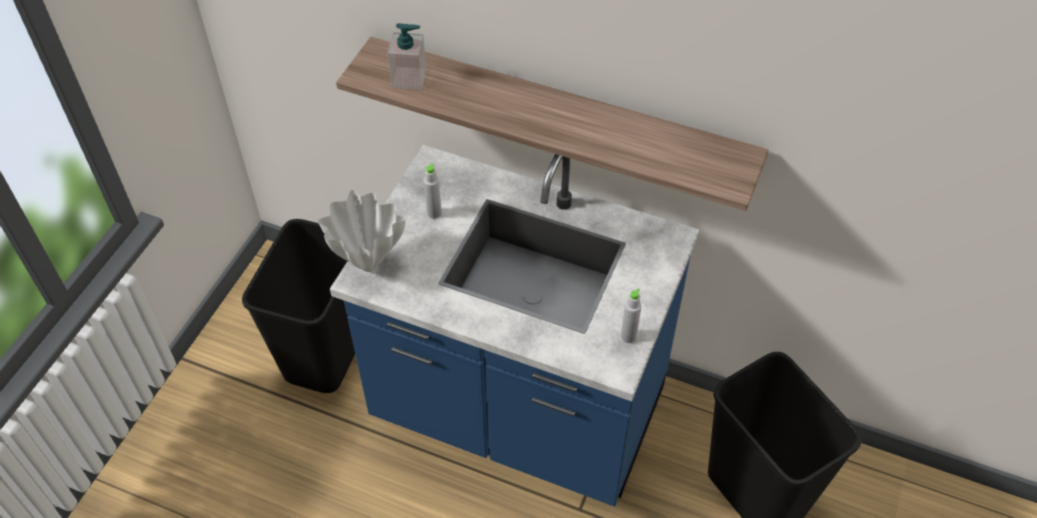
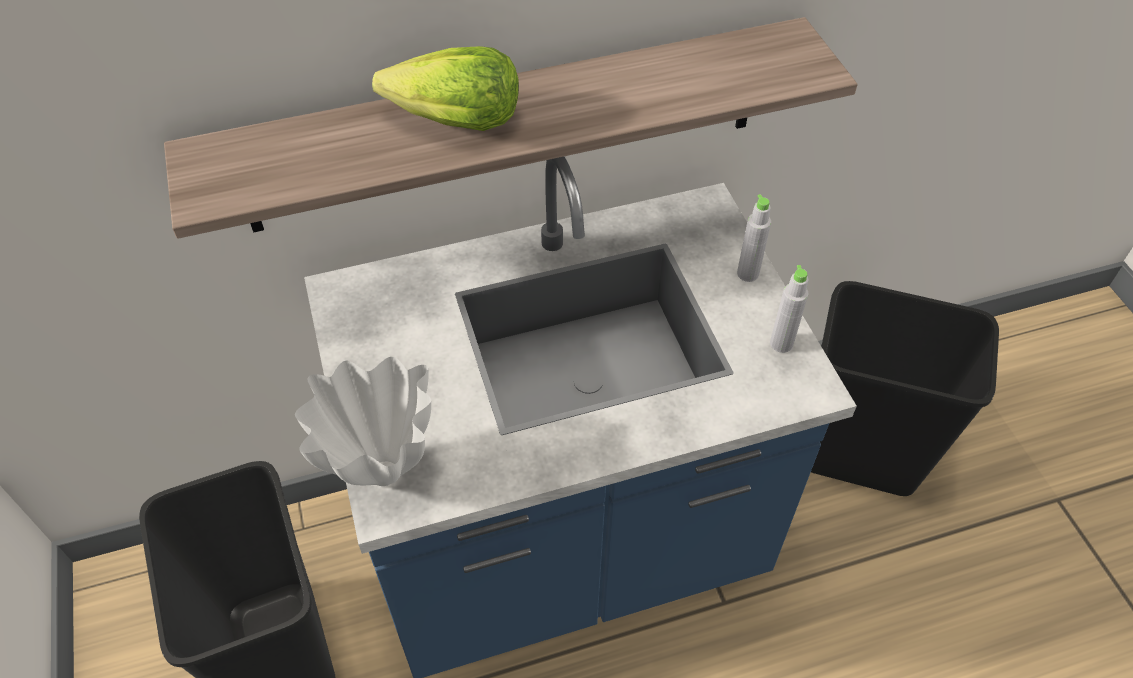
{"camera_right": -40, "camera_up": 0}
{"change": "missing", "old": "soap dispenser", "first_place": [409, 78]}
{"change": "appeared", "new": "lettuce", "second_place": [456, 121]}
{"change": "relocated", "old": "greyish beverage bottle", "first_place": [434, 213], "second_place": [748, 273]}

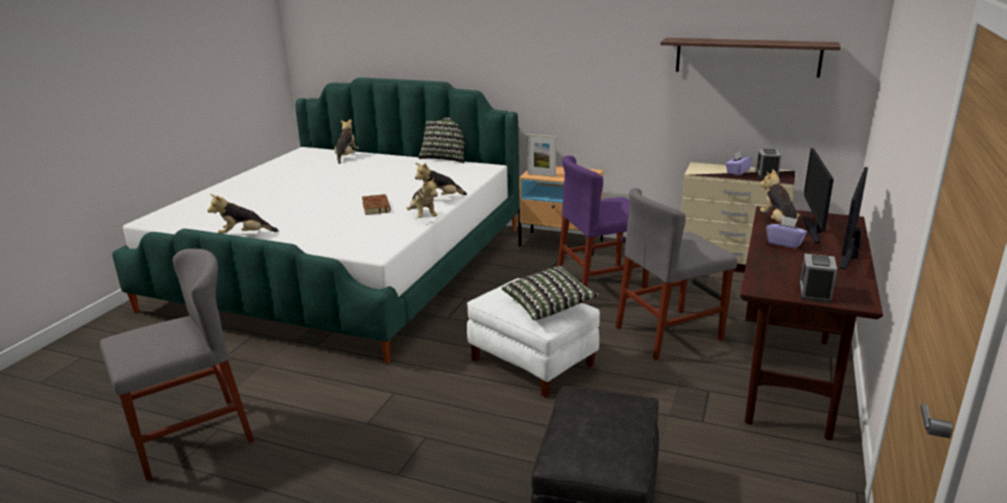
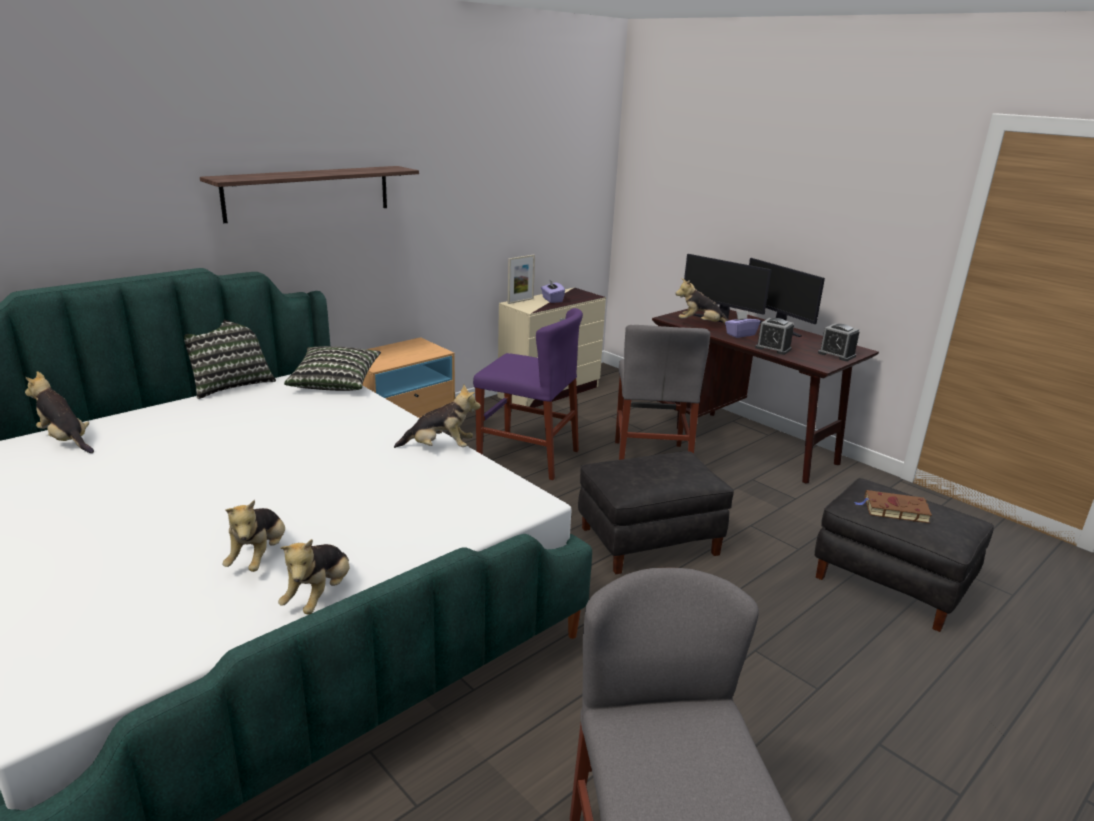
{"camera_right": -65, "camera_up": 0}
{"change": "relocated", "old": "brown-coloured volume", "first_place": [375, 207], "second_place": [893, 510]}
{"change": "relocated", "old": "plush toy", "first_place": [440, 199], "second_place": [259, 557]}
{"change": "relocated", "old": "cushion", "first_place": [548, 305], "second_place": [335, 382]}
{"change": "relocated", "old": "standing frame", "first_place": [541, 175], "second_place": [520, 301]}
{"change": "relocated", "old": "bracket shelf", "first_place": [747, 57], "second_place": [308, 193]}
{"change": "relocated", "old": "bedside clock", "first_place": [766, 174], "second_place": [773, 348]}
{"change": "colour", "old": "whitish pouffe", "new": "black-coloured pouffe", "first_place": [533, 362], "second_place": [649, 540]}
{"change": "spun", "old": "purple plain chair", "first_place": [601, 286], "second_place": [528, 456], "degrees": -75}

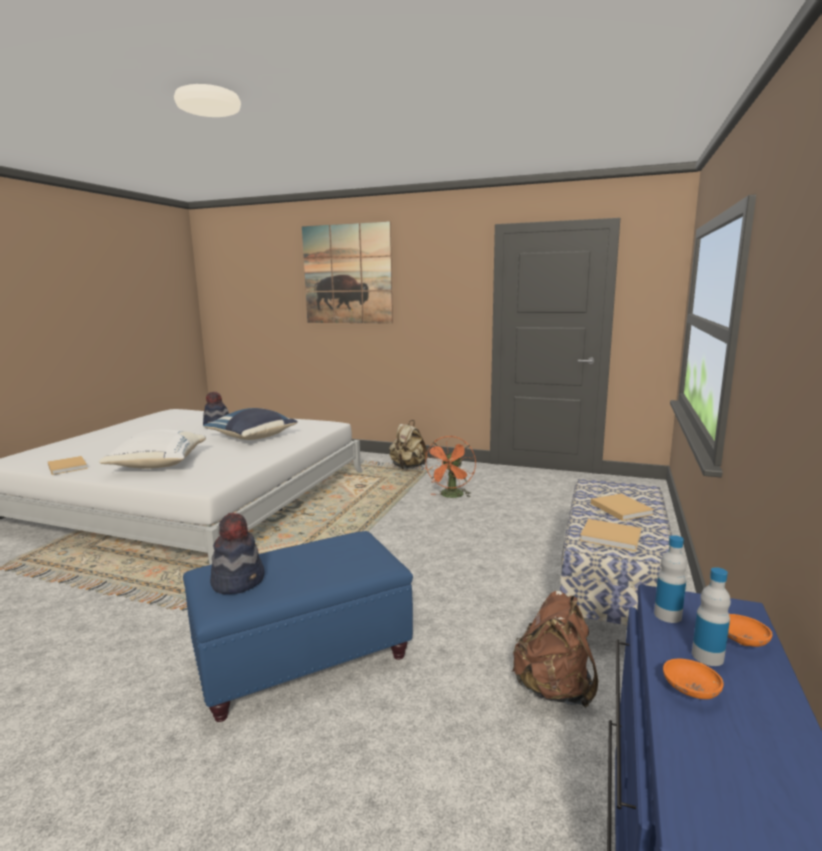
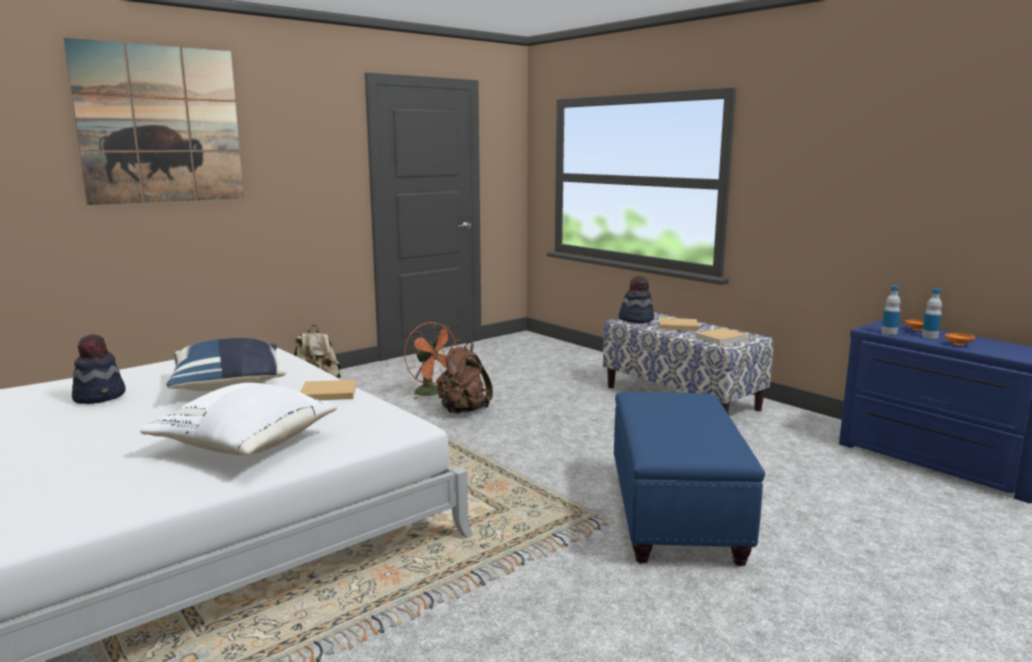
{"camera_right": -60, "camera_up": 0}
{"change": "relocated", "old": "beige volume", "first_place": [67, 466], "second_place": [326, 393]}
{"change": "relocated", "old": "hat", "first_place": [238, 581], "second_place": [636, 319]}
{"change": "relocated", "old": "brown-coloured backpack", "first_place": [554, 689], "second_place": [463, 411]}

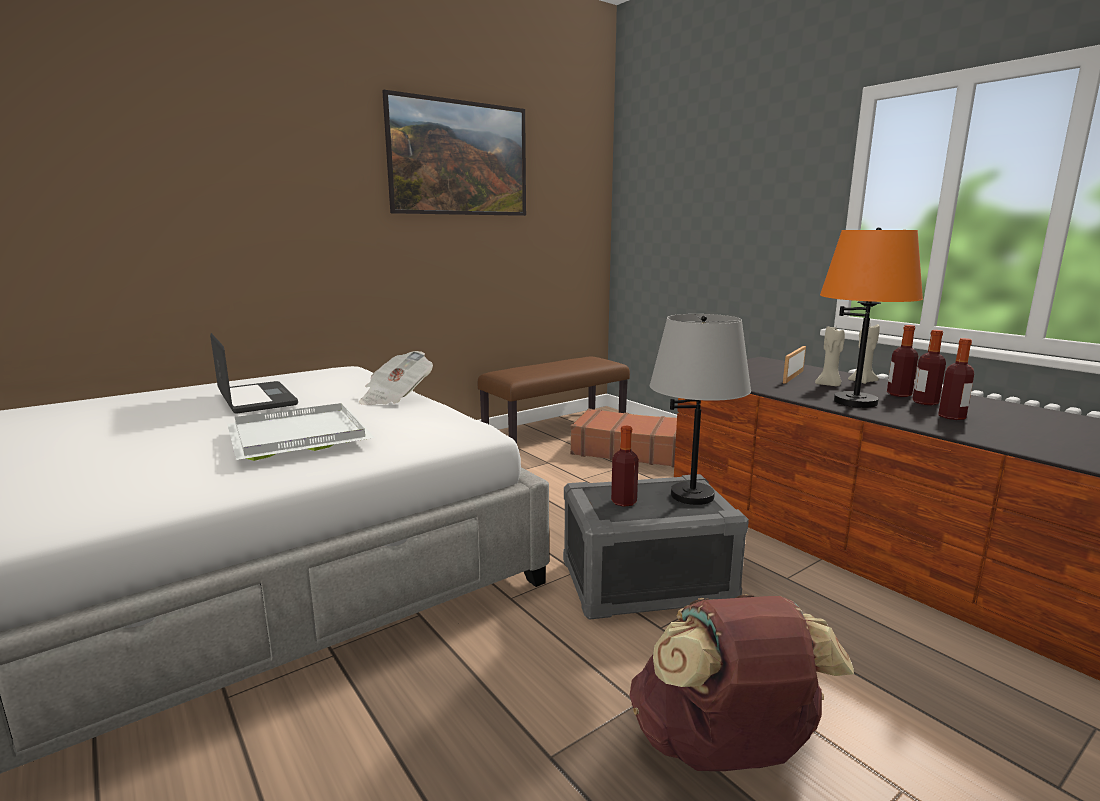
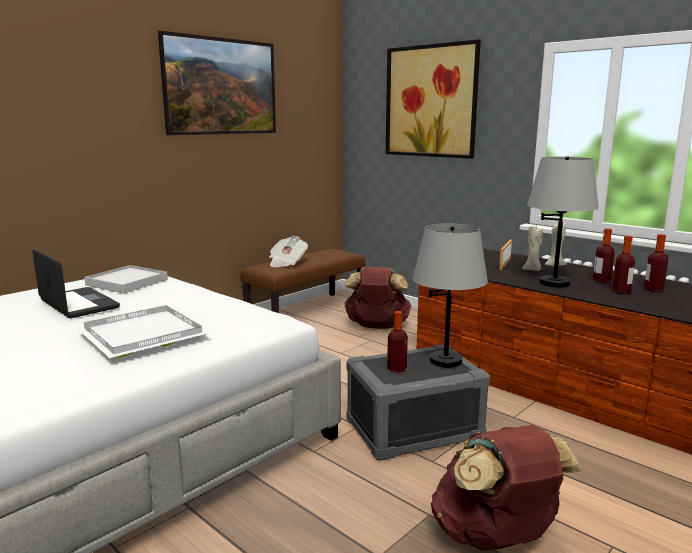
{"camera_right": -10, "camera_up": 0}
{"change": "appeared", "new": "whitish carrying tray", "second_place": [127, 282]}
{"change": "appeared", "new": "wall art", "second_place": [431, 101]}
{"change": "relocated", "old": "newspaper", "first_place": [396, 398], "second_place": [287, 263]}
{"change": "relocated", "old": "beverage bottle", "first_place": [899, 394], "second_place": [653, 289]}
{"change": "exchanged", "old": "brown-coloured travel case", "new": "brown-coloured backpack", "first_place": [634, 451], "second_place": [376, 327]}
{"change": "colour", "old": "orange lamp for a table", "new": "greyish lamp for a table", "first_place": [856, 402], "second_place": [555, 283]}

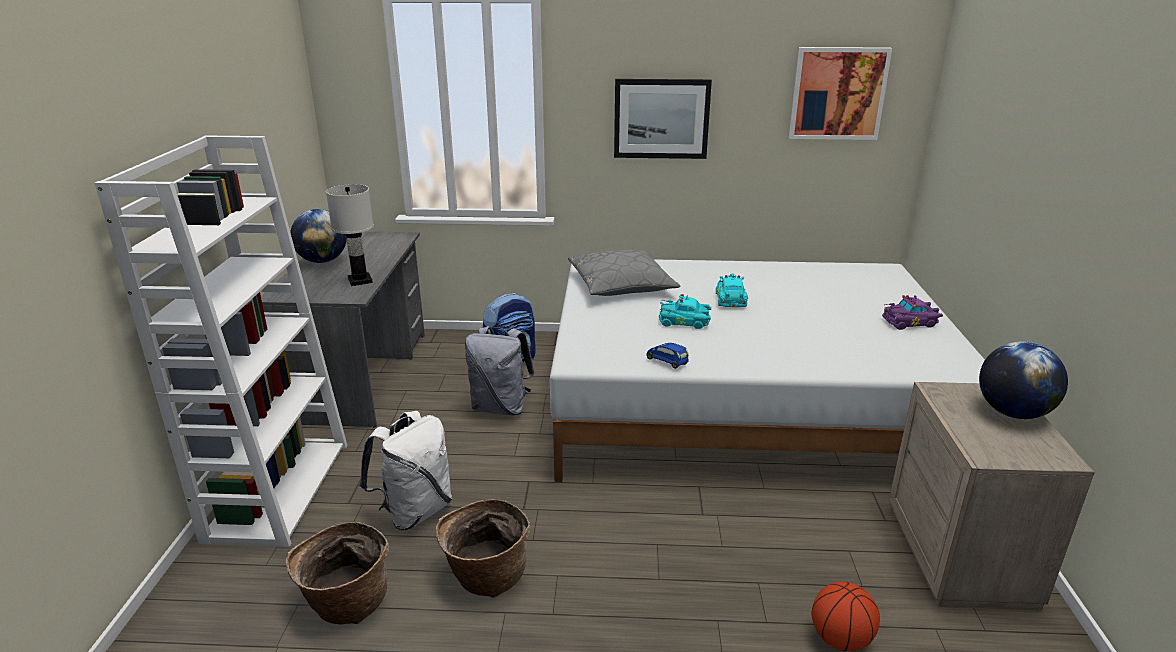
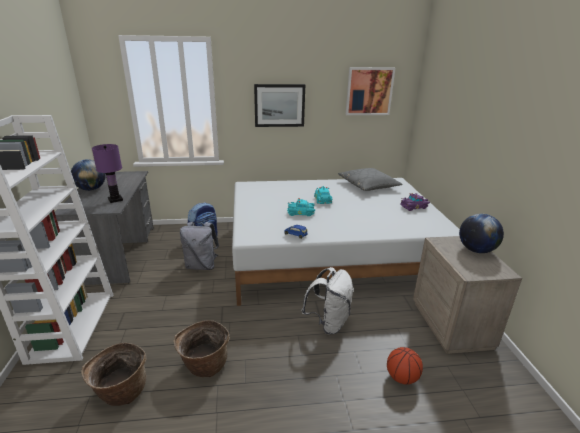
{"camera_right": -10, "camera_up": 0}
{"change": "relocated", "old": "whitish backpack", "first_place": [414, 511], "second_place": [328, 323]}
{"change": "relocated", "old": "greyish cushion", "first_place": [621, 285], "second_place": [368, 185]}
{"change": "colour", "old": "whitish lamp for a table", "new": "purple lamp for a table", "first_place": [359, 280], "second_place": [115, 199]}

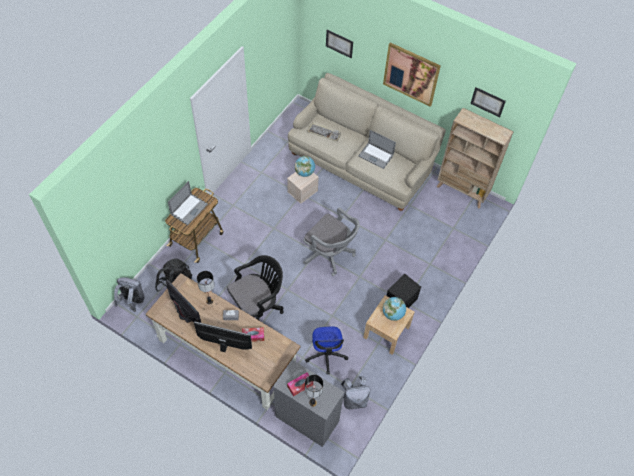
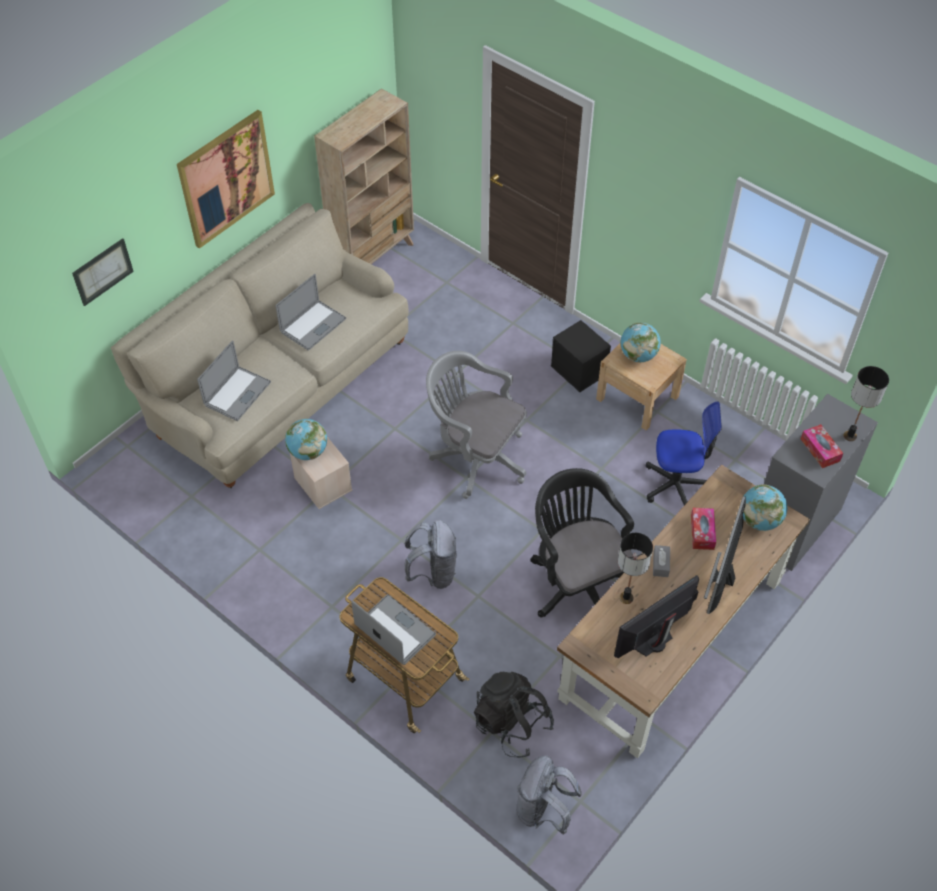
{"camera_right": -80, "camera_up": -5}
{"change": "missing", "old": "wall art", "first_place": [488, 101]}
{"change": "appeared", "new": "world globe", "second_place": [759, 520]}
{"change": "relocated", "old": "greyish backpack", "first_place": [354, 399], "second_place": [433, 573]}
{"change": "exchanged", "old": "computer keyboard", "new": "notebook computer", "first_place": [324, 132], "second_place": [237, 393]}
{"change": "spun", "old": "greyish office chair", "first_place": [330, 254], "second_place": [475, 456], "degrees": -105}

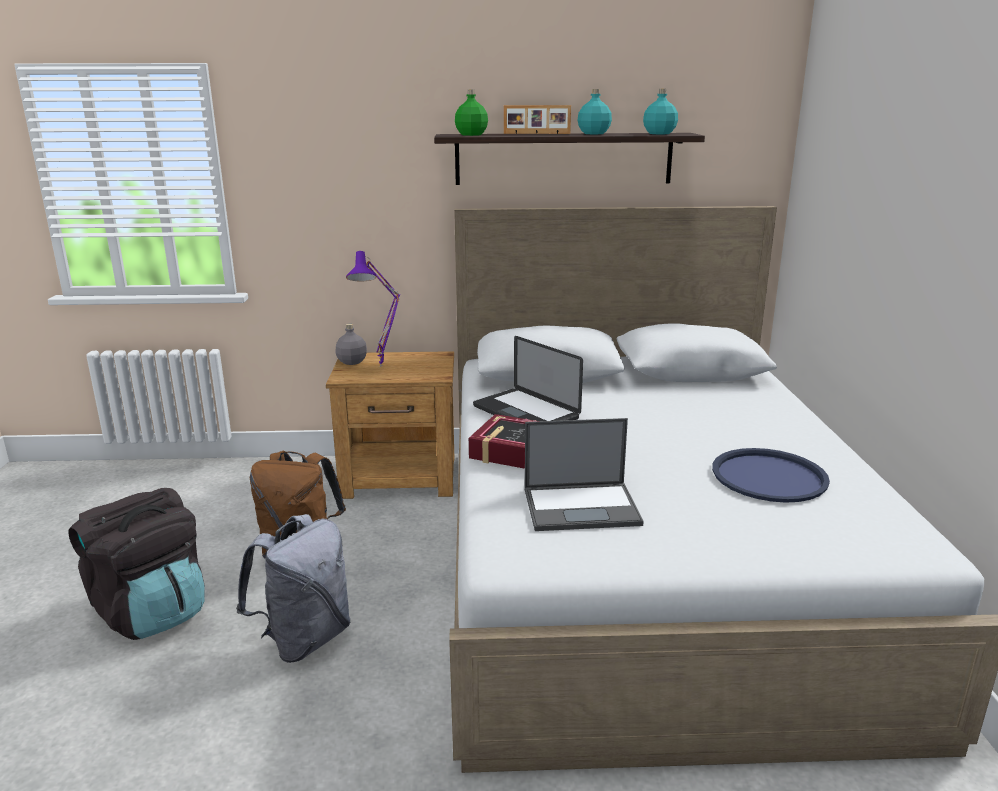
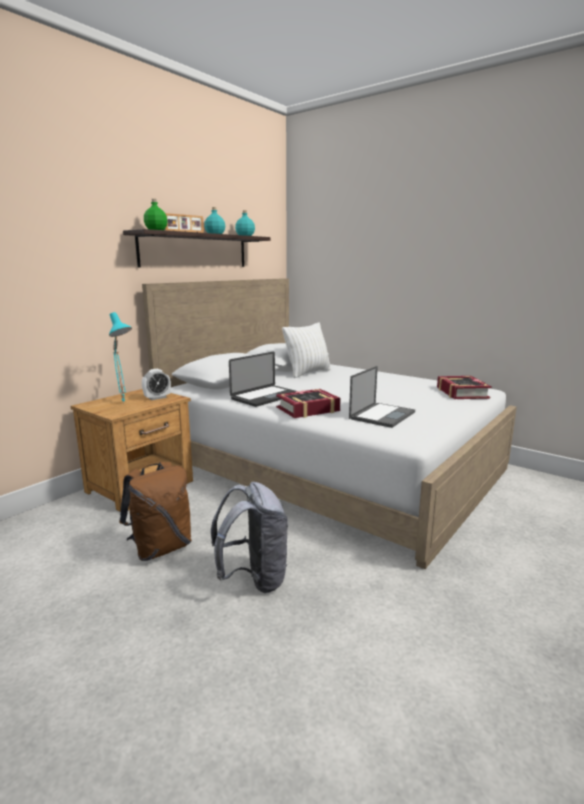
{"camera_right": -50, "camera_up": -5}
{"change": "missing", "old": "black-coloured backpack", "first_place": [151, 612]}
{"change": "missing", "old": "greyish beverage bottle", "first_place": [351, 362]}
{"change": "missing", "old": "blue carrying tray", "first_place": [768, 476]}
{"change": "appeared", "new": "bedside clock", "second_place": [157, 398]}
{"change": "appeared", "new": "whitish cushion", "second_place": [307, 372]}
{"change": "appeared", "new": "volume", "second_place": [461, 393]}
{"change": "colour", "old": "purple lamp for a table", "new": "blue-green lamp for a table", "first_place": [383, 366], "second_place": [125, 403]}
{"change": "spun", "old": "notebook computer", "first_place": [525, 412], "second_place": [265, 397], "degrees": -45}

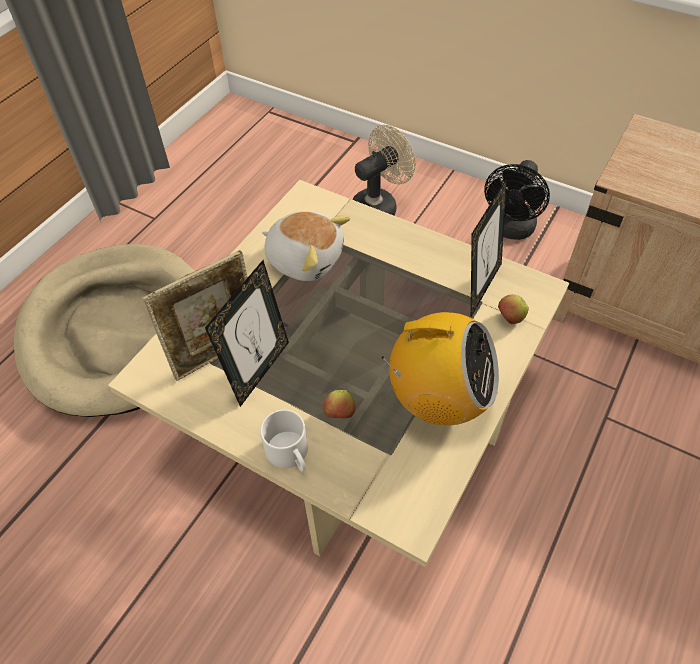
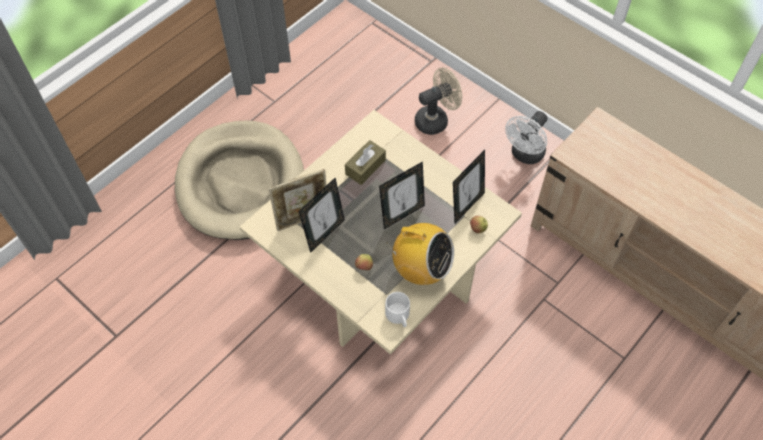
{"camera_right": 10, "camera_up": 5}
{"change": "appeared", "new": "standing frame", "second_place": [402, 214]}
{"change": "relocated", "old": "whitish mug", "first_place": [291, 454], "second_place": [399, 316]}
{"change": "exchanged", "old": "plush toy", "new": "brown-coloured tissue holder", "first_place": [305, 258], "second_place": [365, 167]}
{"change": "colour", "old": "black-coloured electric fan", "new": "whitish electric fan", "first_place": [510, 230], "second_place": [525, 155]}

